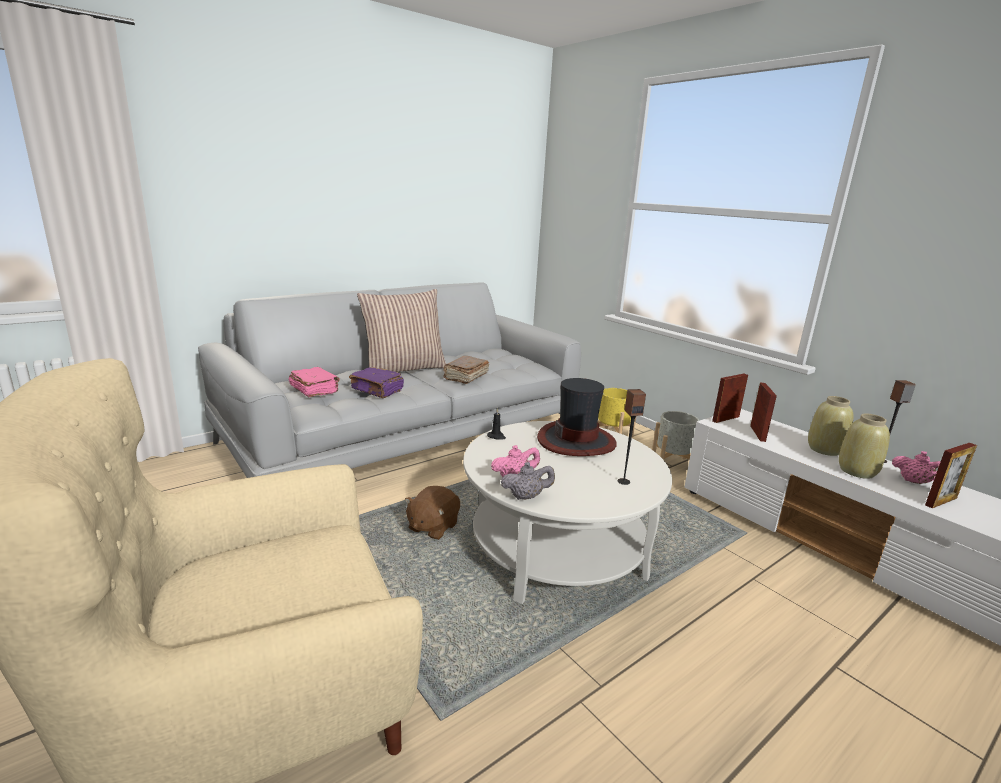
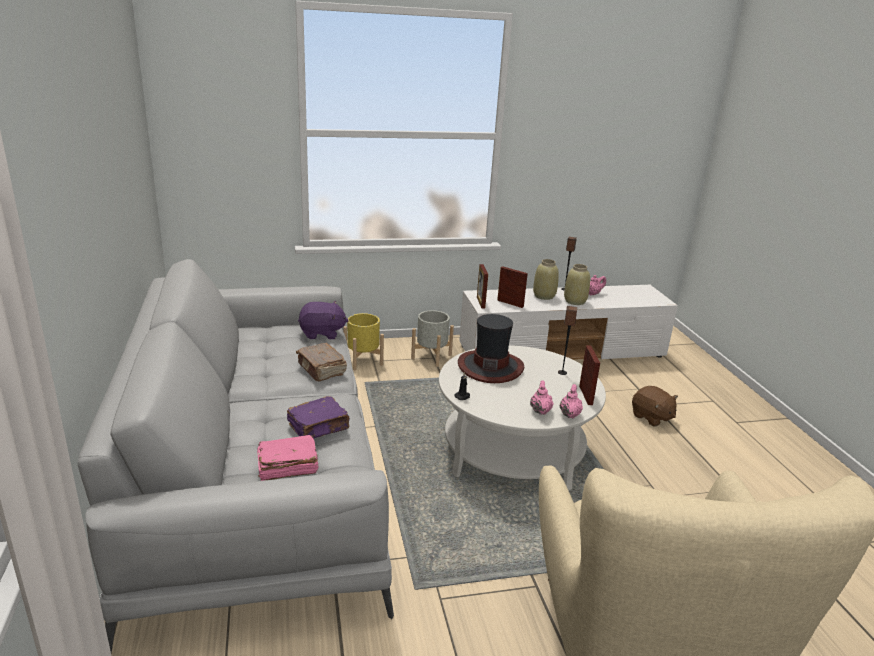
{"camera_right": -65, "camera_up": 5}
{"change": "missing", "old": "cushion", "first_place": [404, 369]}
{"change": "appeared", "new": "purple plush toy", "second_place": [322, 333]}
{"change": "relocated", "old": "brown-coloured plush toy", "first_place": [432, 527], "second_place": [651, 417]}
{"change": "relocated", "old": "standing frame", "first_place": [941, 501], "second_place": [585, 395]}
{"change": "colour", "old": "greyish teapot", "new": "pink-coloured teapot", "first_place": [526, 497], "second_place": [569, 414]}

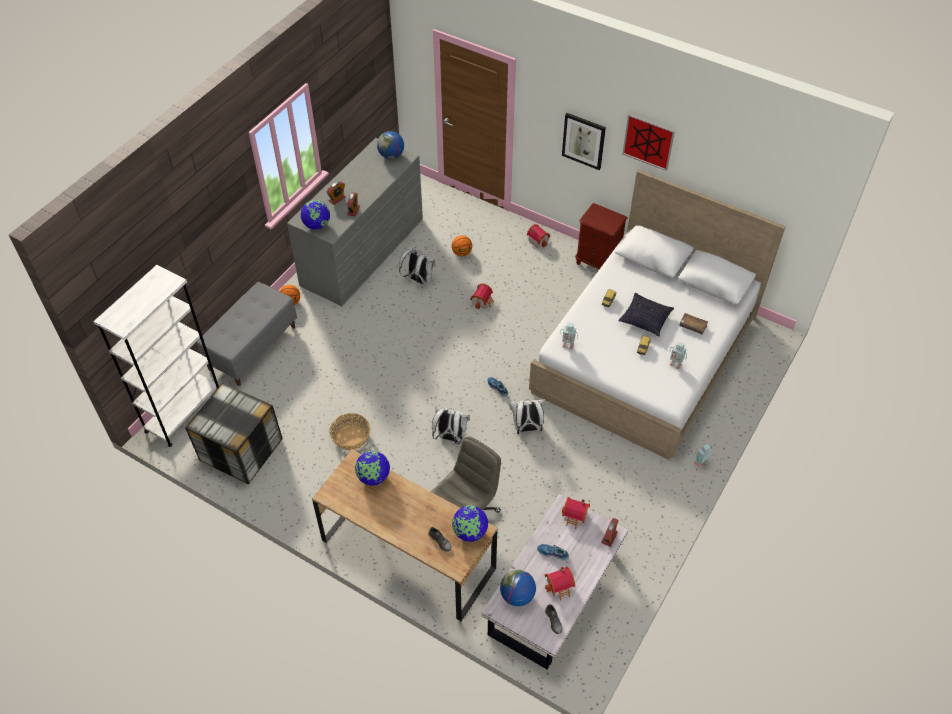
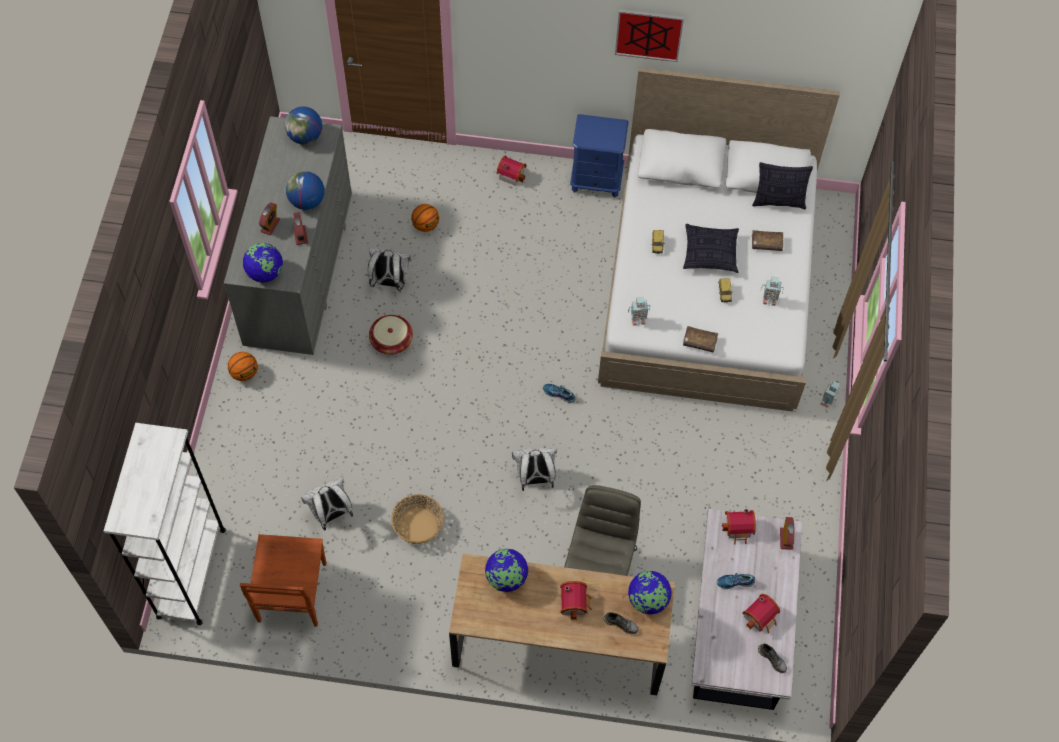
{"camera_right": -25, "camera_up": 10}
{"change": "missing", "old": "greyish long seat", "first_place": [252, 347]}
{"change": "missing", "old": "wall art", "first_place": [583, 140]}
{"change": "appeared", "new": "household basket", "second_place": [391, 341]}
{"change": "appeared", "new": "brown-coloured volume", "second_place": [699, 342]}
{"change": "appeared", "new": "cushion", "second_place": [778, 201]}
{"change": "relocated", "old": "toy house", "first_place": [482, 301], "second_place": [575, 603]}
{"change": "relocated", "old": "world globe", "first_place": [517, 595], "second_place": [307, 201]}
{"change": "relocated", "old": "whitish backpack", "first_place": [527, 428], "second_place": [331, 514]}
{"change": "exchanged", "old": "storage bin", "new": "brown-coloured plain chair", "first_place": [240, 450], "second_place": [291, 594]}
{"change": "colour", "old": "brown-coloured nightstand", "new": "blue nightstand", "first_place": [597, 262], "second_place": [596, 180]}

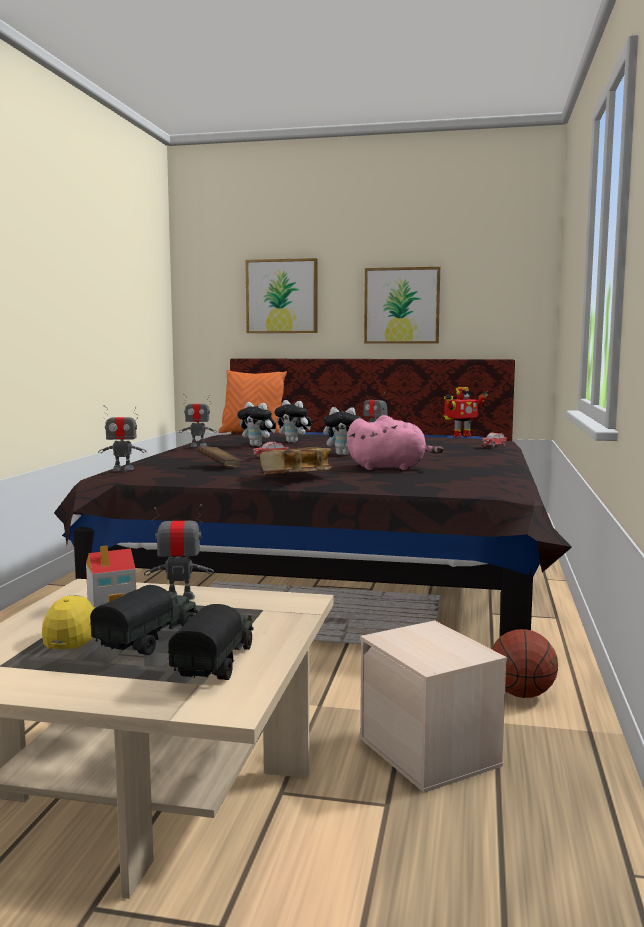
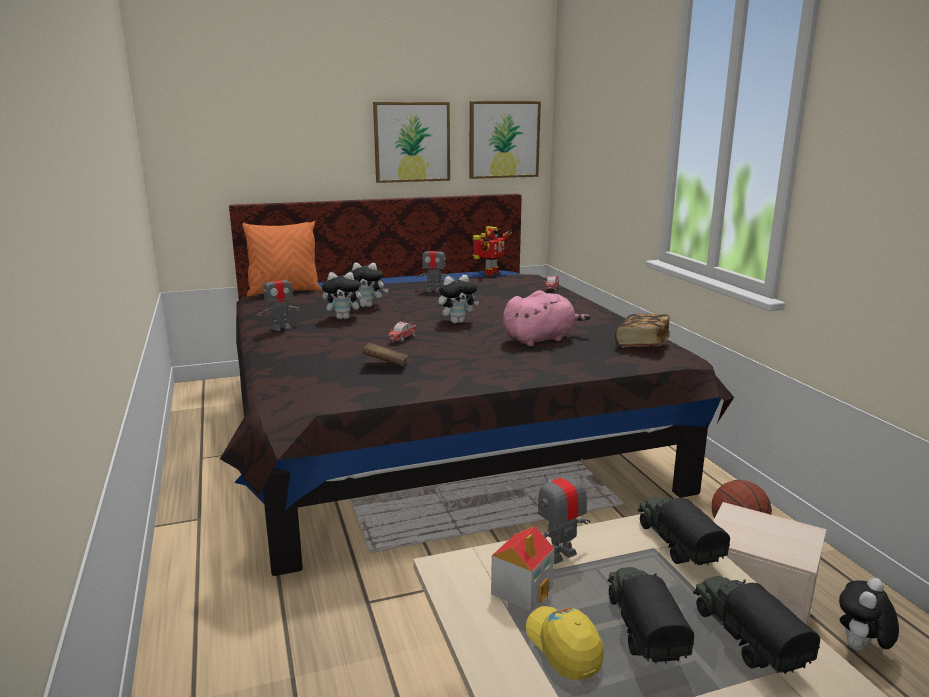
{"camera_right": -30, "camera_up": 10}
{"change": "missing", "old": "robot figure", "first_place": [122, 469]}
{"change": "appeared", "new": "toy lorry", "second_place": [676, 544]}
{"change": "appeared", "new": "plush toy", "second_place": [860, 649]}
{"change": "relocated", "old": "wall art", "first_place": [282, 296], "second_place": [504, 139]}
{"change": "relocated", "old": "volume", "first_place": [296, 476], "second_place": [642, 344]}

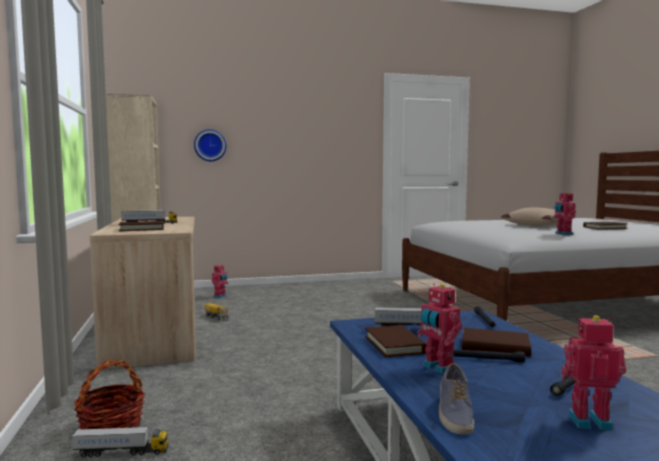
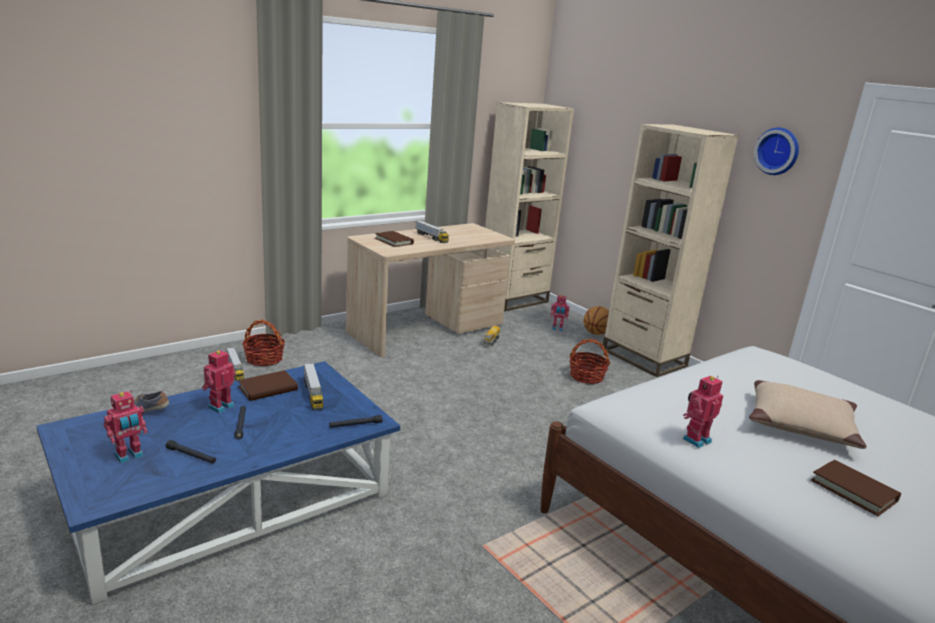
{"camera_right": 65, "camera_up": 15}
{"change": "missing", "old": "brown-coloured volume", "first_place": [495, 346]}
{"change": "appeared", "new": "household basket", "second_place": [586, 377]}
{"change": "appeared", "new": "basketball ball", "second_place": [595, 333]}
{"change": "appeared", "new": "beige shelving unit", "second_place": [643, 358]}
{"change": "relocated", "old": "wall clock", "first_place": [210, 145], "second_place": [778, 151]}
{"change": "spun", "old": "robot figure", "first_place": [589, 420], "second_place": [129, 456], "degrees": 60}

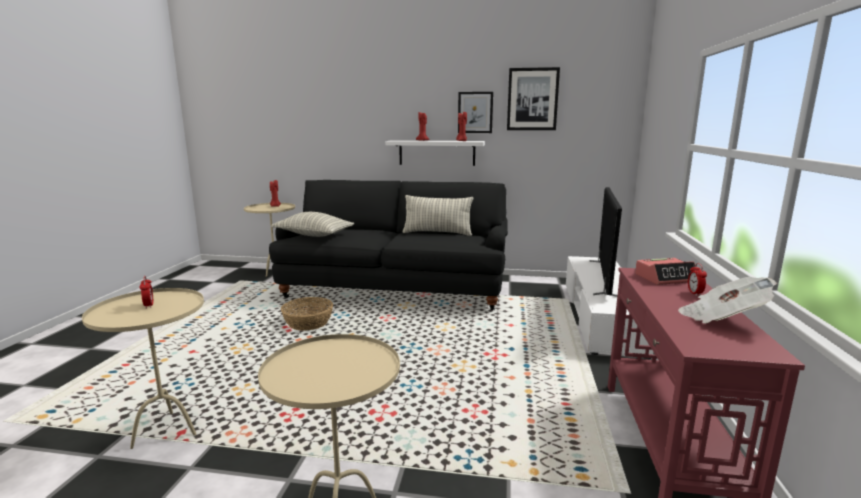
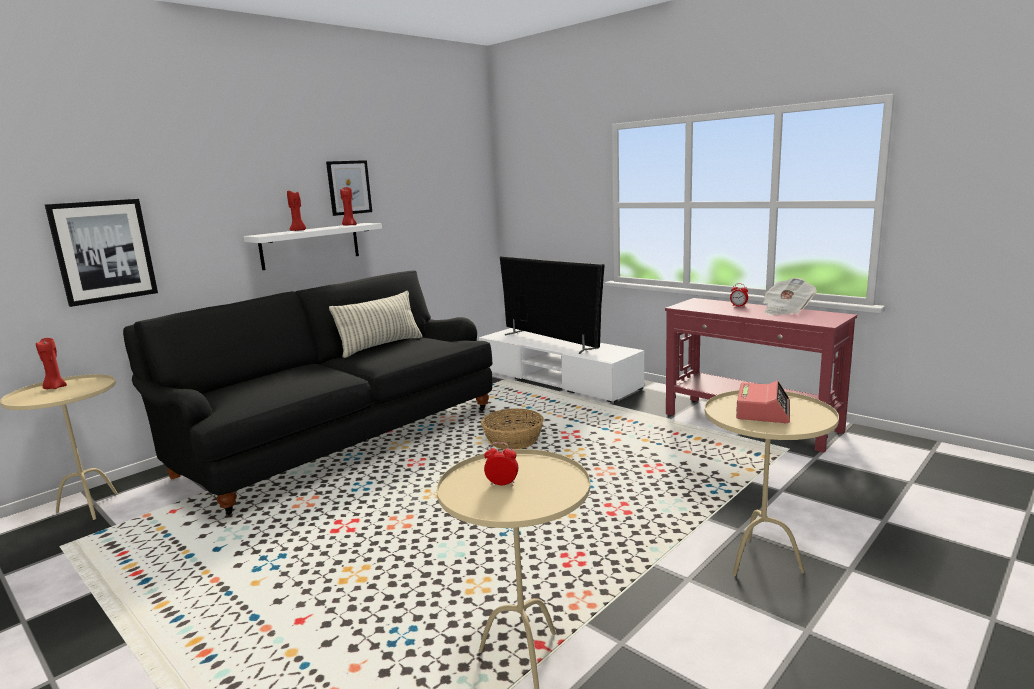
{"camera_right": -55, "camera_up": 0}
{"change": "missing", "old": "cushion", "first_place": [313, 235]}
{"change": "relocated", "old": "household basket", "first_place": [308, 323], "second_place": [513, 440]}
{"change": "relocated", "old": "wall art", "first_place": [532, 99], "second_place": [104, 251]}
{"change": "relocated", "old": "bedside clock", "first_place": [665, 278], "second_place": [763, 411]}

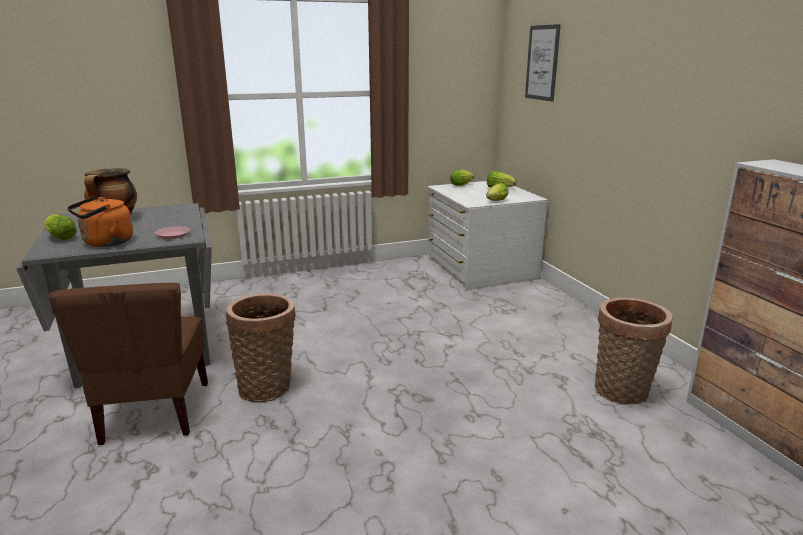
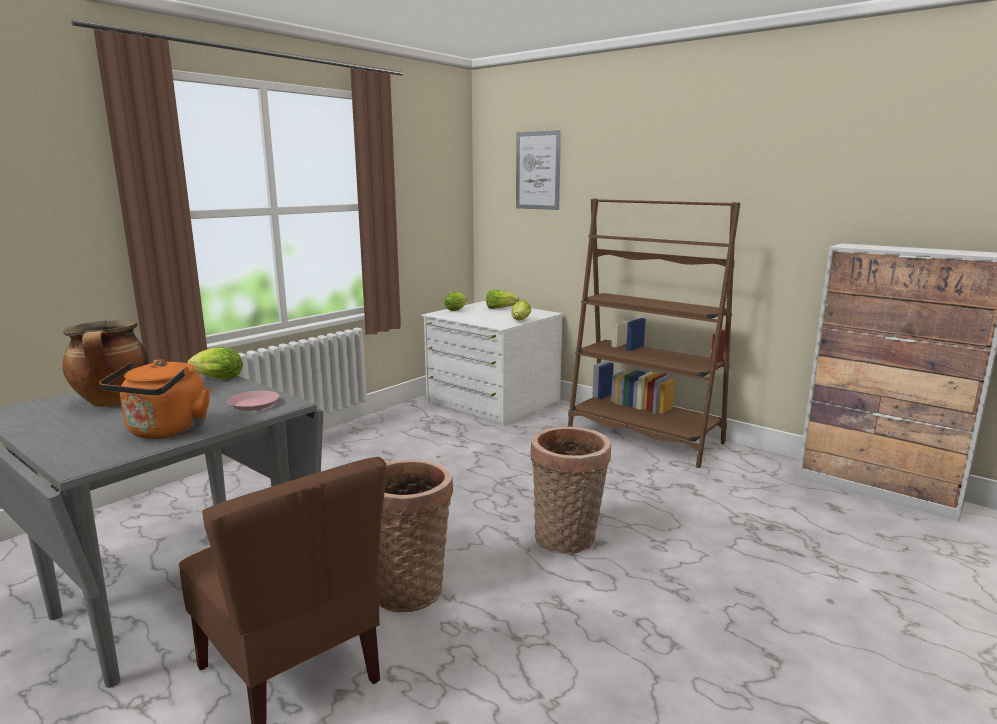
{"camera_right": -30, "camera_up": -5}
{"change": "appeared", "new": "brown-coloured shelving unit", "second_place": [644, 437]}
{"change": "relocated", "old": "lettuce", "first_place": [60, 238], "second_place": [216, 379]}
{"change": "relocated", "old": "household basket", "first_place": [622, 393], "second_place": [567, 540]}

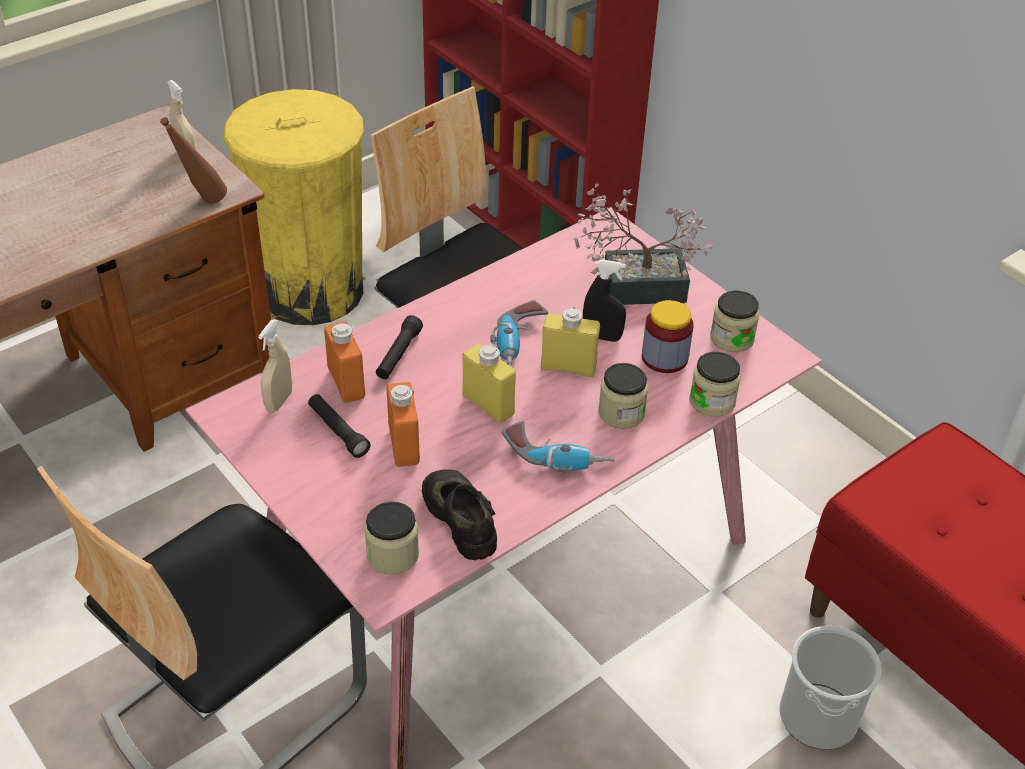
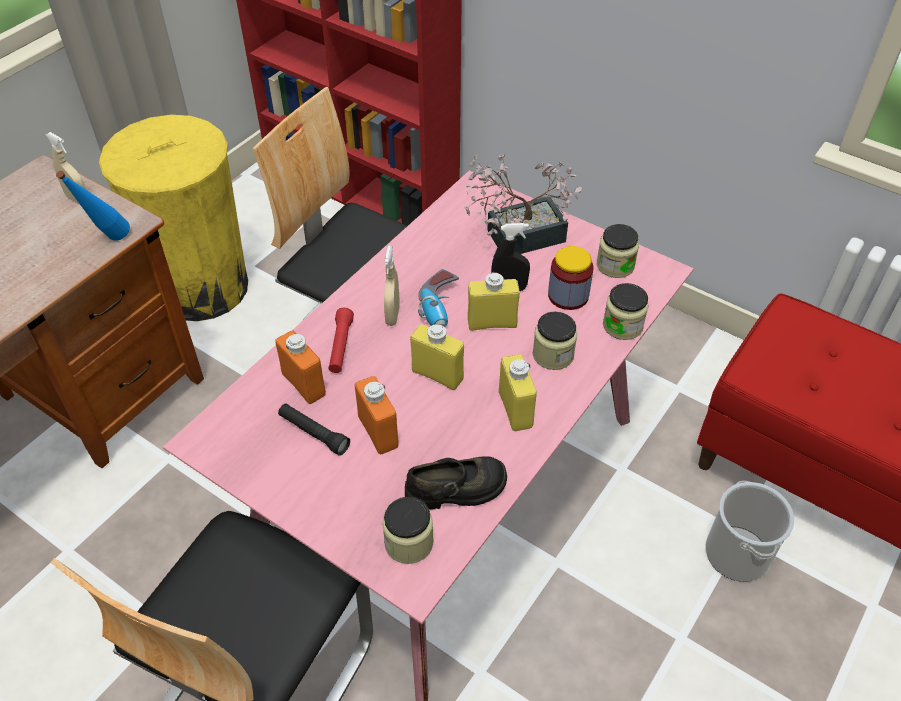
{"camera_right": -15, "camera_up": 5}
{"change": "relocated", "old": "beige spray bottle", "first_place": [279, 401], "second_place": [392, 315]}
{"change": "exchanged", "old": "electric drill", "new": "yellow beverage bottle", "first_place": [556, 457], "second_place": [515, 409]}
{"change": "colour", "old": "brown-coloured beverage bottle", "new": "blue beverage bottle", "first_place": [202, 203], "second_place": [108, 241]}
{"change": "colour", "old": "black-coloured hand torch", "new": "red-coloured hand torch", "first_place": [398, 355], "second_place": [341, 346]}
{"change": "spun", "old": "black-coloured shoe", "first_place": [461, 518], "second_place": [456, 489], "degrees": 120}

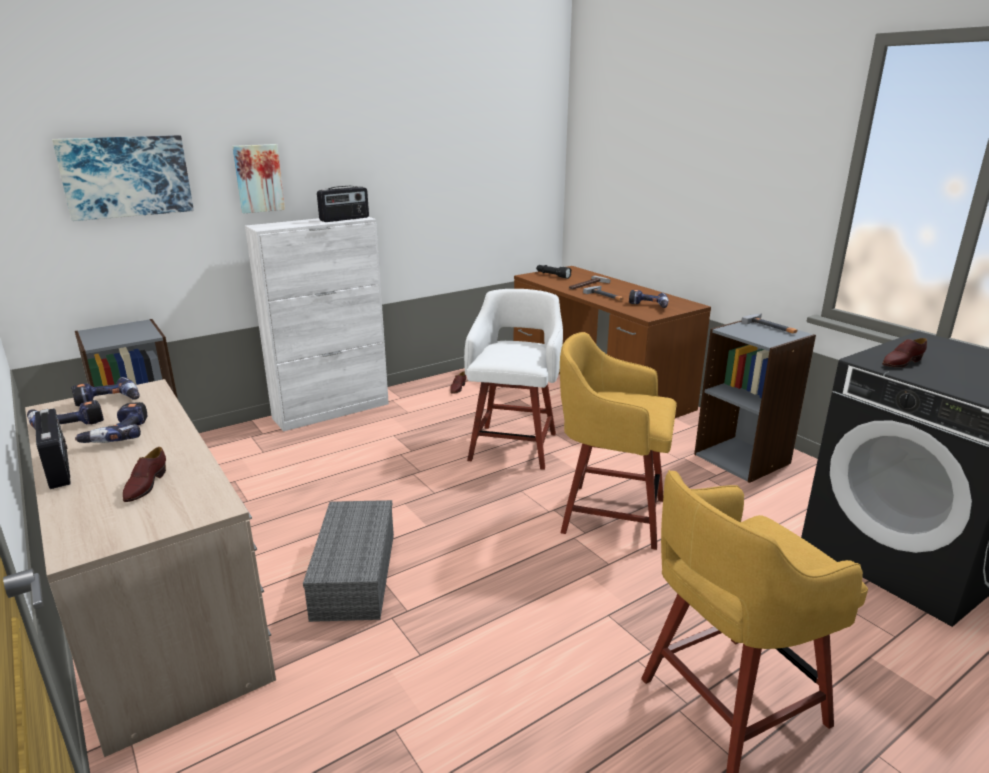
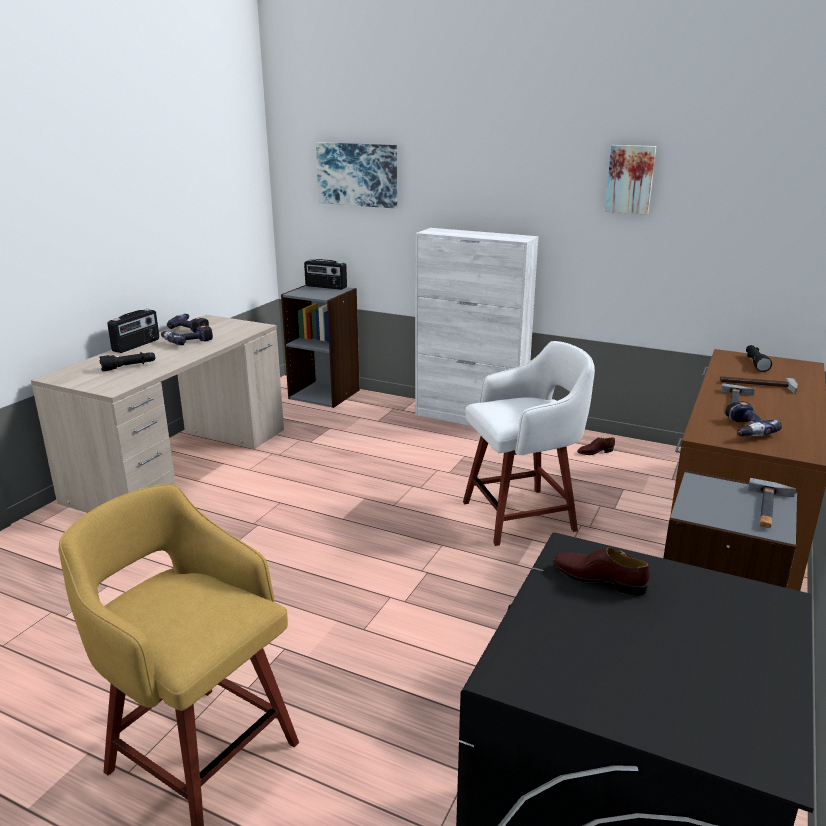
{"camera_right": 60, "camera_up": 0}
{"change": "missing", "old": "electric drill", "first_place": [108, 402]}
{"change": "missing", "old": "greyish storage bin", "first_place": [353, 573]}
{"change": "missing", "old": "yellow sitting stool", "first_place": [609, 514]}
{"change": "relocated", "old": "wall art", "first_place": [258, 178], "second_place": [630, 179]}
{"change": "relocated", "old": "radio", "first_place": [345, 219], "second_place": [325, 287]}
{"change": "exchanged", "old": "brown-coloured shoe", "new": "black-coloured hand torch", "first_place": [145, 485], "second_place": [129, 367]}

